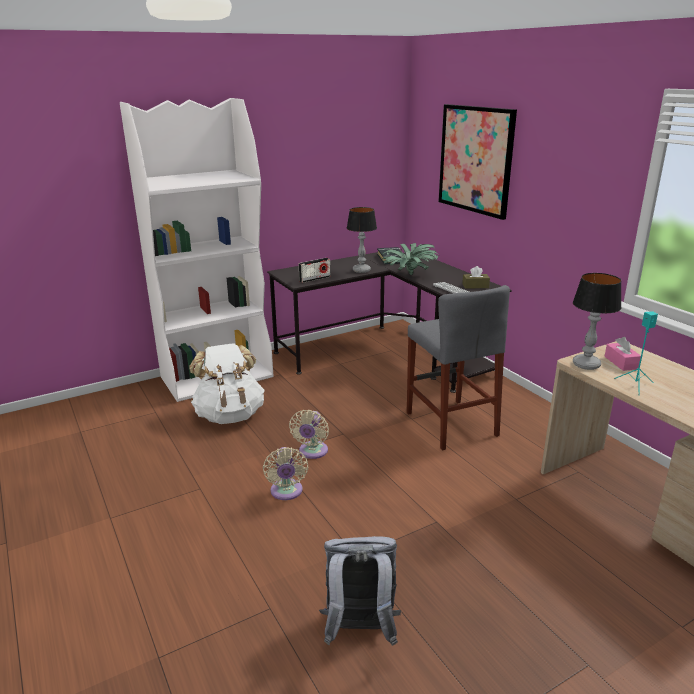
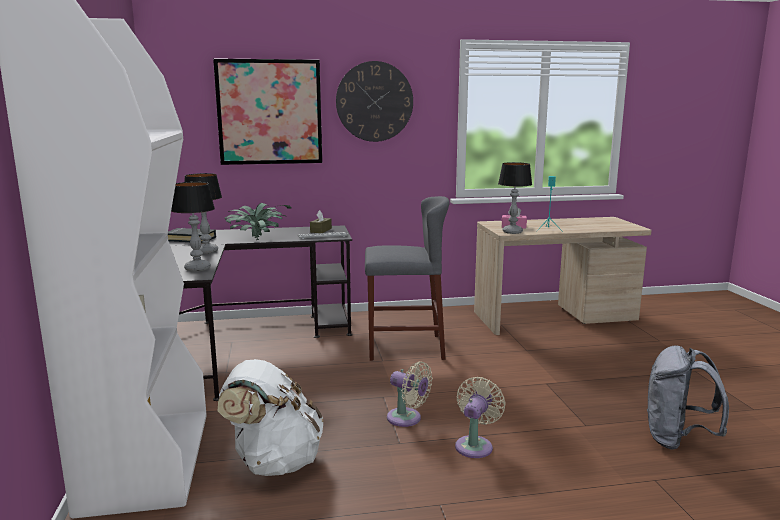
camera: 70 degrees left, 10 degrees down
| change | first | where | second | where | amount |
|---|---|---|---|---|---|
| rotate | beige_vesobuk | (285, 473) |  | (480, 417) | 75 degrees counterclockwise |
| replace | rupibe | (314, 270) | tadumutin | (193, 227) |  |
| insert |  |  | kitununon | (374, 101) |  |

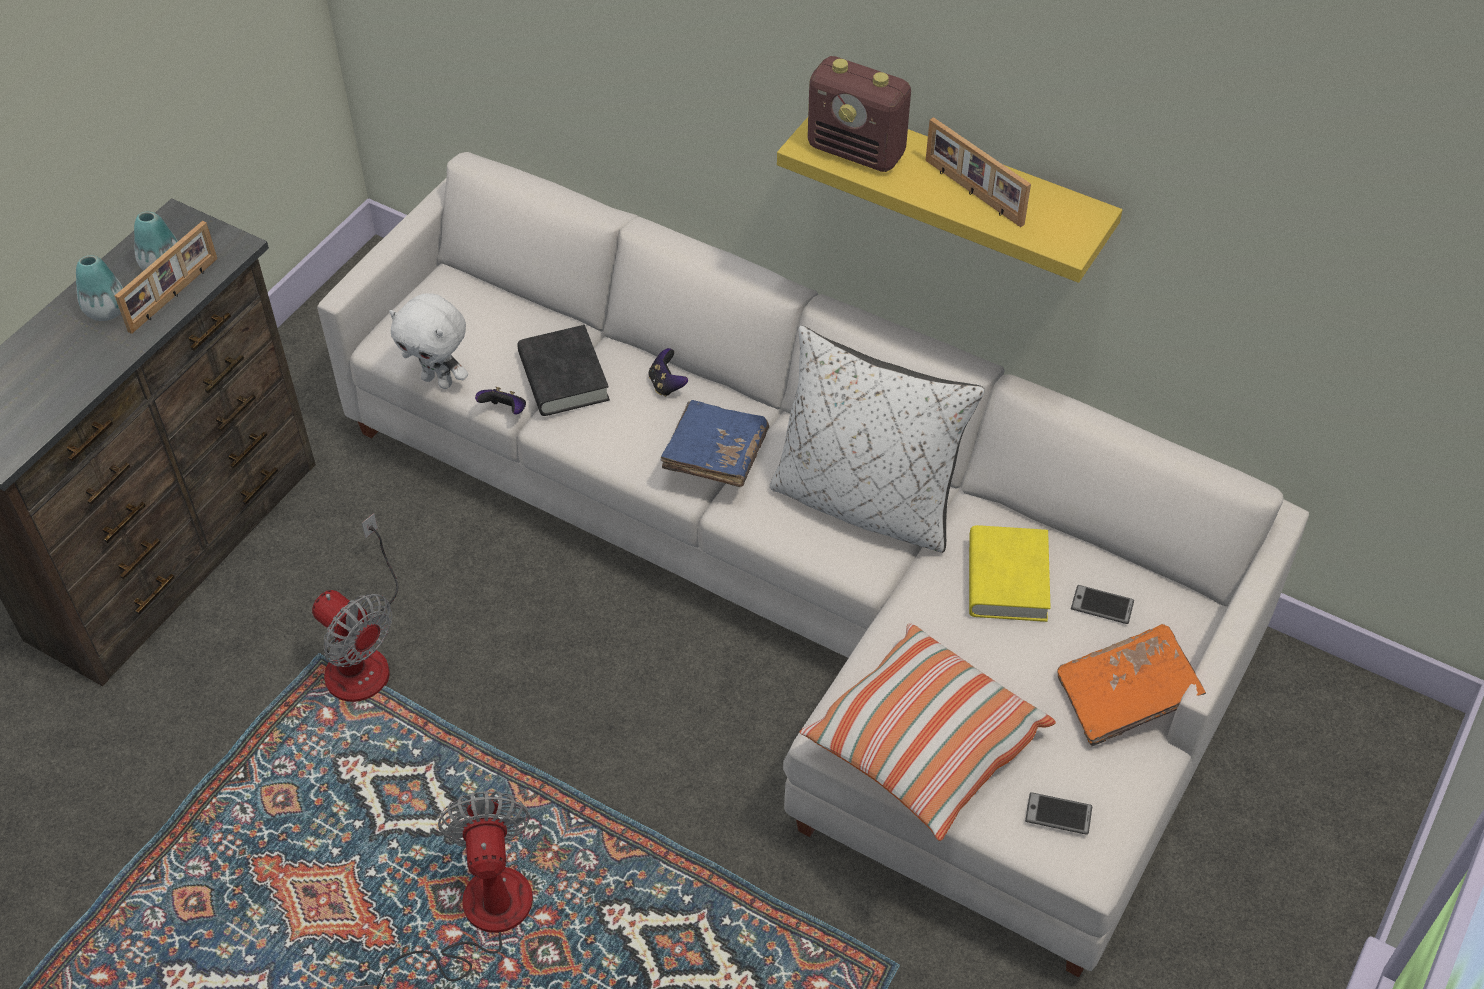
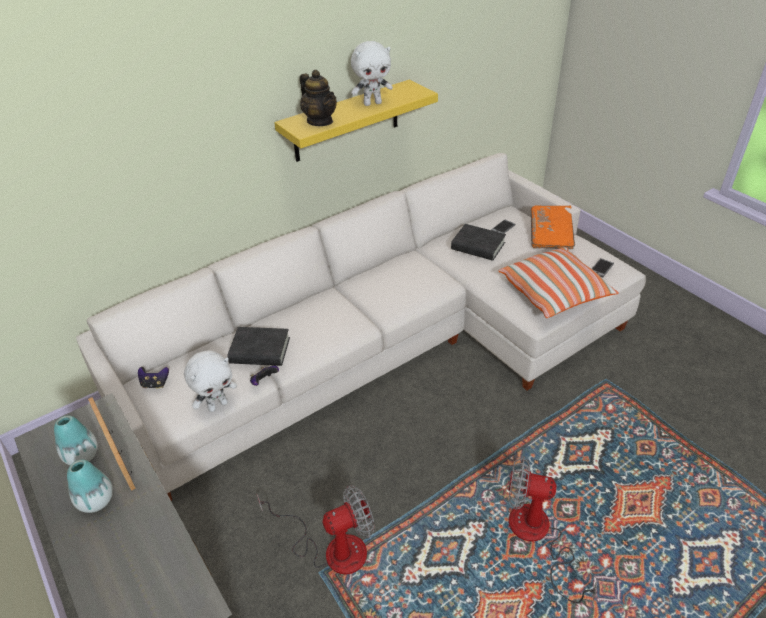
camera: 65 degrees left, 10 degrees down
| change | first | where | second | where | amount |
|---|---|---|---|---|---|
| move | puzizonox | (668, 372) |  | (153, 378) |  |
| delete | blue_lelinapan | (714, 443) |  |  |  |
| delete | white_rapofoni | (877, 439) |  |  |  |
| replace | rupibe | (859, 114) | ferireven | (318, 98) |  |
| replace | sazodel | (978, 172) | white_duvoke | (372, 73) |  |
| recolor | yellow_lelinapan | (1010, 573) | black_lelinapan | (478, 242) |  |

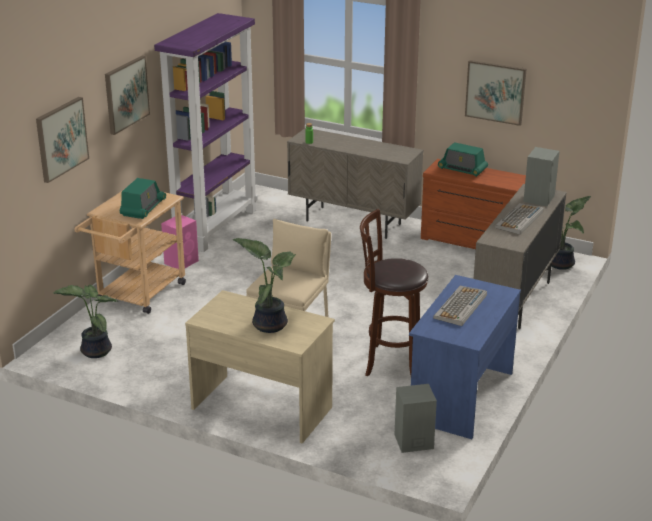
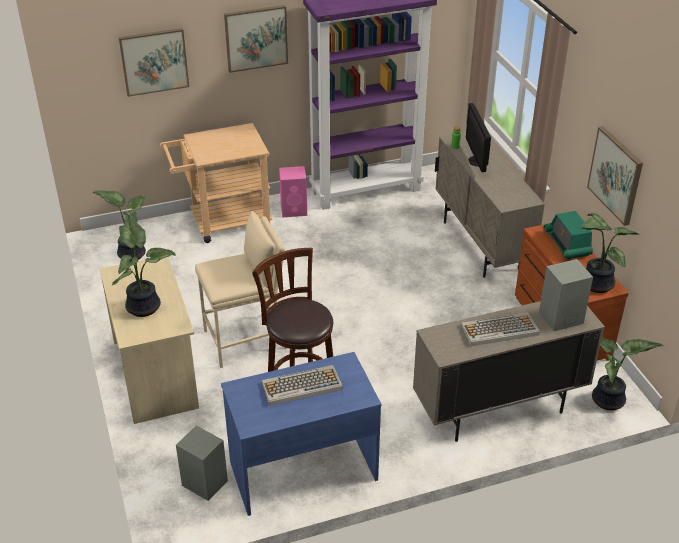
camera: 45 degrees right, 10 degrees up
| change | first | where | second | where | amount |
|---|---|---|---|---|---|
| delete | rupibe | (143, 198) |  |  |  |
| insert |  |  | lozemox | (478, 137) |  |
| insert |  |  | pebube | (610, 253) |  |

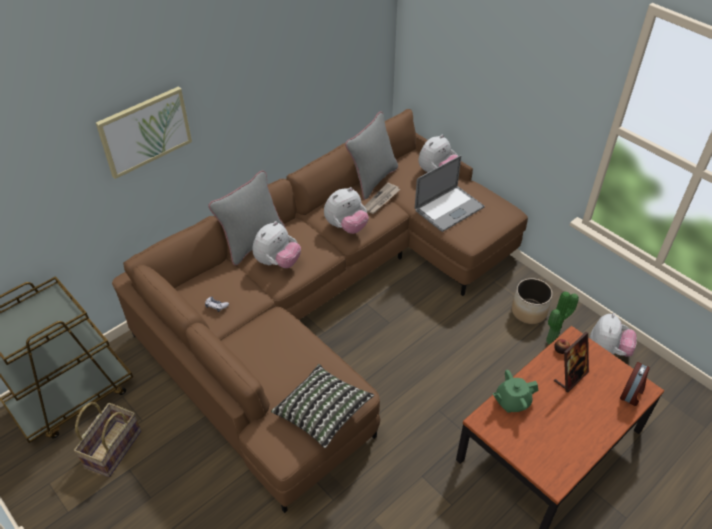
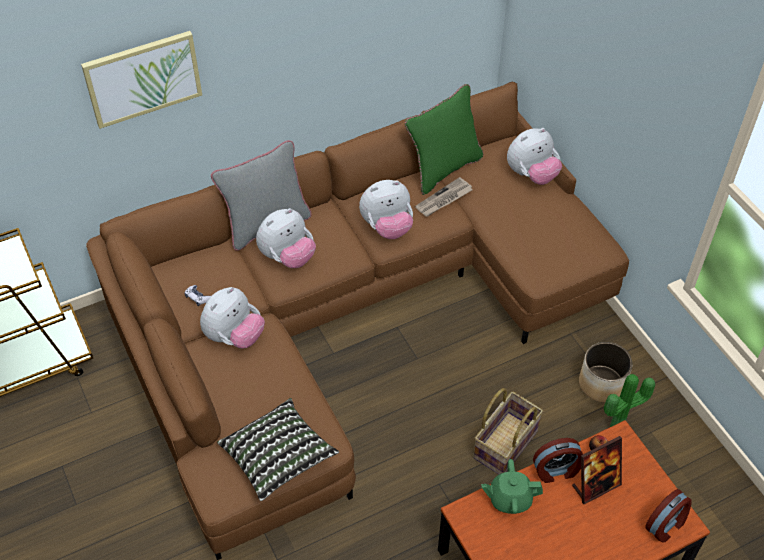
camera: 15 degrees right, 5 degrees up
| change | first | where | second | where | amount |
|---|---|---|---|---|---|
| move | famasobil | (107, 439) |  | (508, 431) |  |
| recolor | grey_rapofoni | (371, 156) | green_rapofoni | (444, 139) |  |
| delete | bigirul | (450, 193) |  |  |  |
| move | duvoke | (613, 335) |  | (232, 318) |  |
| insert |  |  | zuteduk | (558, 460) |  |

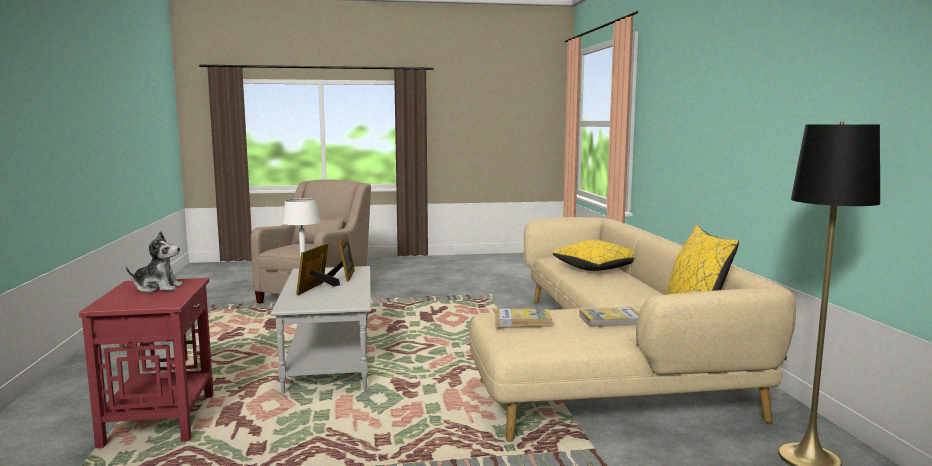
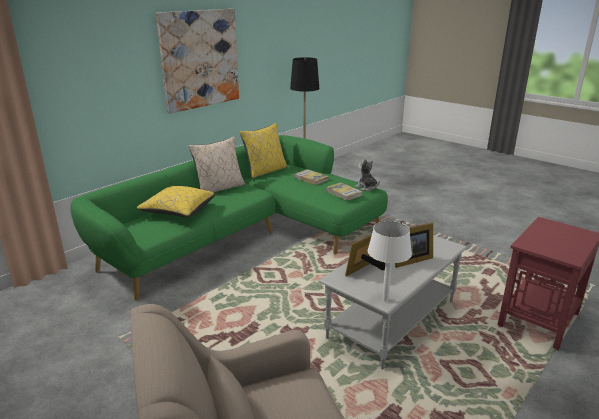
camera: 130 degrees left, 15 degrees up
| change | first | where | second | where | amount |
|---|---|---|---|---|---|
| move | duvoke | (154, 262) |  | (367, 175) |  |
| recolor | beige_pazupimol | (632, 329) | green_pazupimol | (229, 217) |  |
| insert |  |  | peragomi | (197, 61) |  |
| insert |  |  | beige_rapofoni | (216, 164) |  |

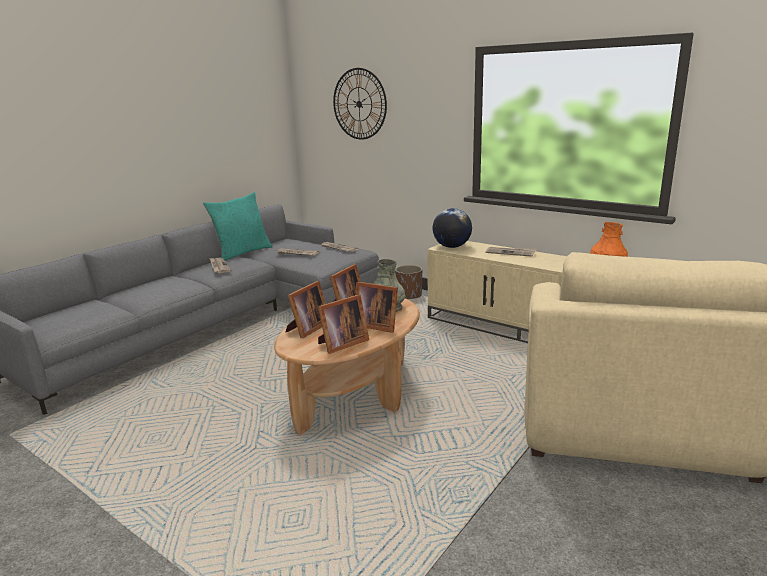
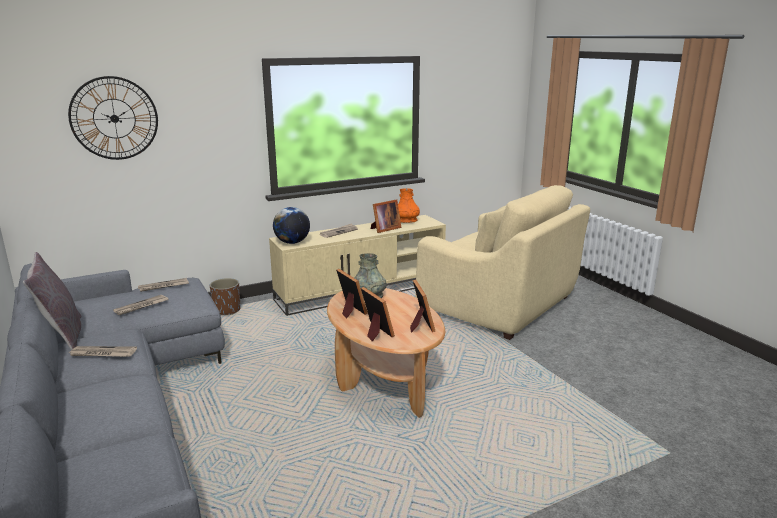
camera: 65 degrees left, 0 degrees up
| change | first | where | second | where | amount |
|---|---|---|---|---|---|
| recolor | turquoise_rapofoni | (237, 226) | grey_rapofoni | (52, 301) |  |
| move | sazodel | (376, 307) |  | (386, 216) |  |

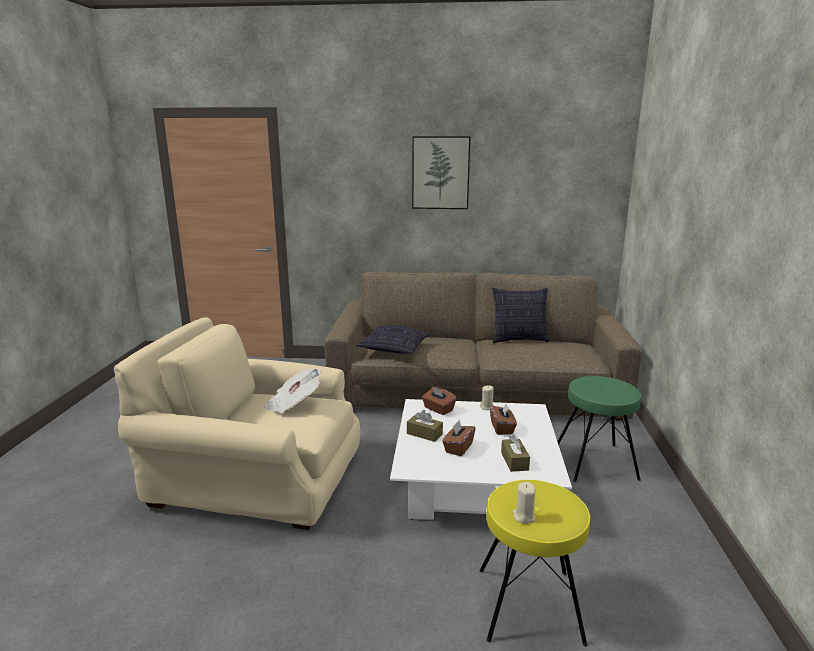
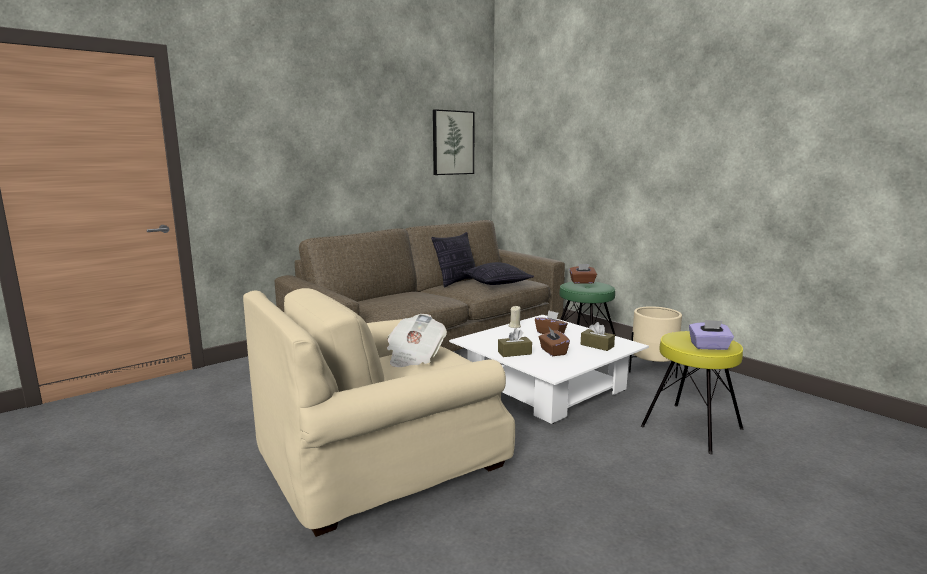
camera: 45 degrees left, 5 degrees down
| change | first | where | second | where | amount |
|---|---|---|---|---|---|
| move | rapofoni | (393, 339) |  | (498, 273) |  |
| move | peragomi | (441, 172) |  | (454, 142) |  |
| move | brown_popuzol | (439, 401) |  | (583, 274) |  |
| replace | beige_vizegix | (524, 503) | purple_popuzol | (711, 335) |  |
| insert |  |  | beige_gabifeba | (655, 342) |  |

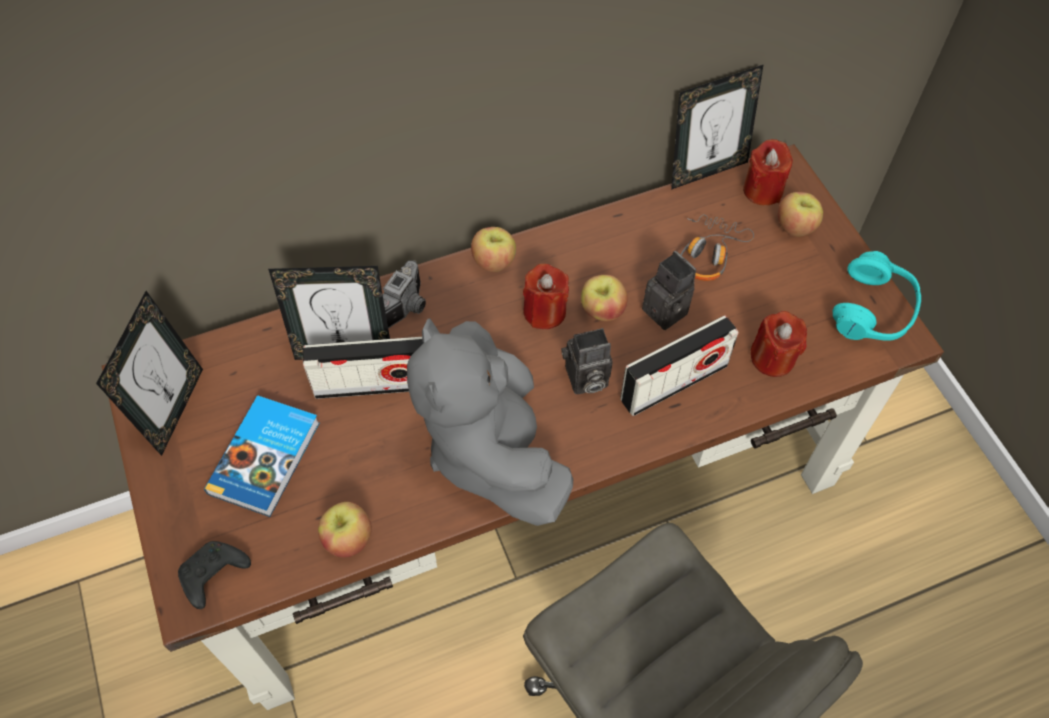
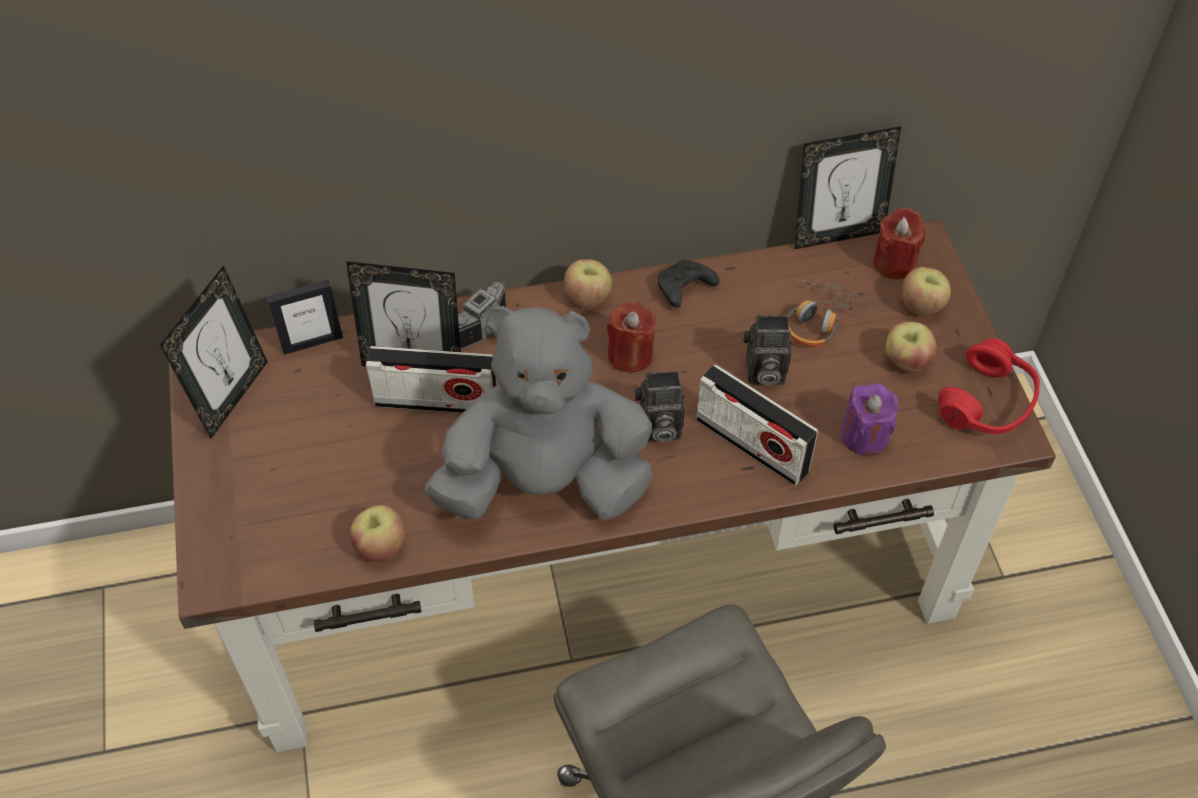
camera: 10 degrees right, 5 degrees down
| change | first | where | second | where | amount |
|---|---|---|---|---|---|
| move | black_puzizonox | (214, 575) |  | (688, 284) |  |
| delete | lelinapan | (262, 456) |  |  |  |
| rotate | grey_duvoke | (490, 422) |  | (539, 413) | 90 degrees clockwise |
| move | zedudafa | (604, 298) |  | (911, 347) |  |
| rotate | rupibe | (679, 366) |  | (757, 424) | 60 degrees clockwise |
| rotate | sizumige | (669, 290) |  | (767, 350) | 120 degrees clockwise |
| recolor | red_vizegix | (779, 344) | purple_vizegix | (869, 419) |  |
| recolor | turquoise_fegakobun | (876, 296) | red_fegakobun | (989, 386) |  |
| insert |  |  | sazodel | (305, 317) |  |

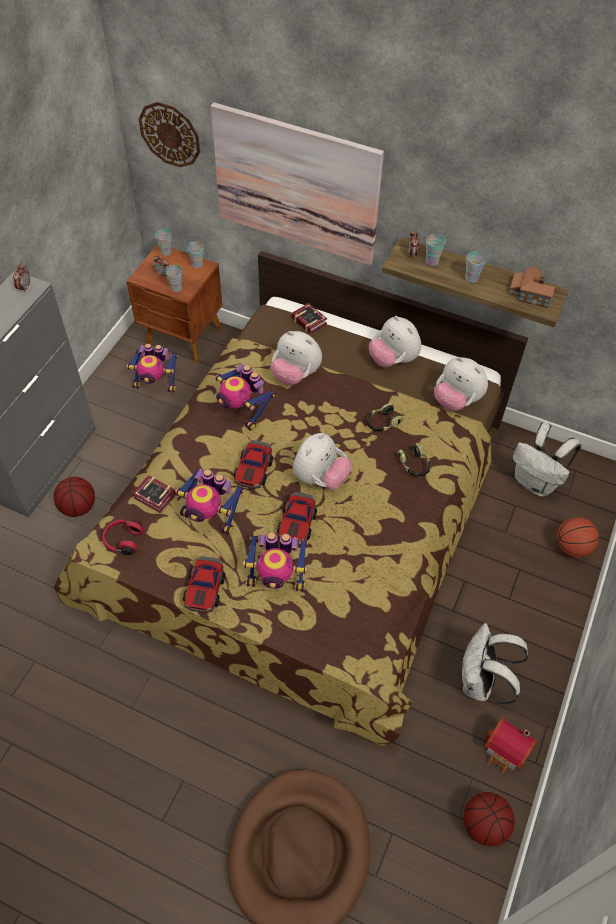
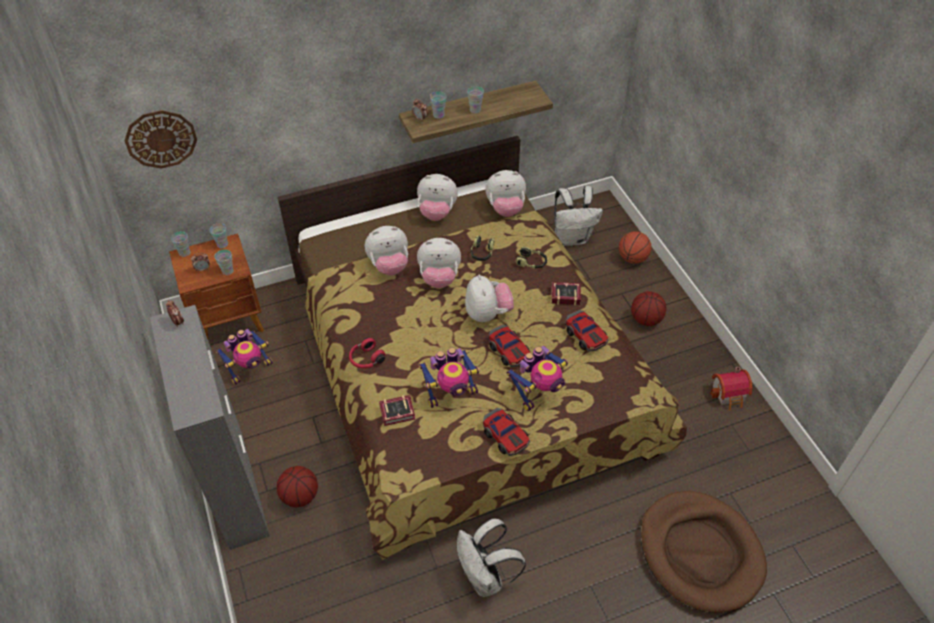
camera: 45 degrees left, 5 degrees down
| change | first | where | second | where | amount |
|---|---|---|---|---|---|
| move | red_fegakobun | (123, 537) |  | (367, 353) |  |
| delete | peragomi | (297, 184) |  |  |  |
| delete | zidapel | (246, 397) |  |  |  |
| move | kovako | (253, 464) |  | (587, 330) |  |
| move | lelinapan | (309, 318) |  | (566, 293) |  |
| move | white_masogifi | (495, 663) |  | (491, 557) |  |
| move | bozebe | (489, 819) |  | (648, 308) |  |
| delete | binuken | (532, 286) |  |  |  |
| insert |  |  | duvoke | (439, 263) |  |

